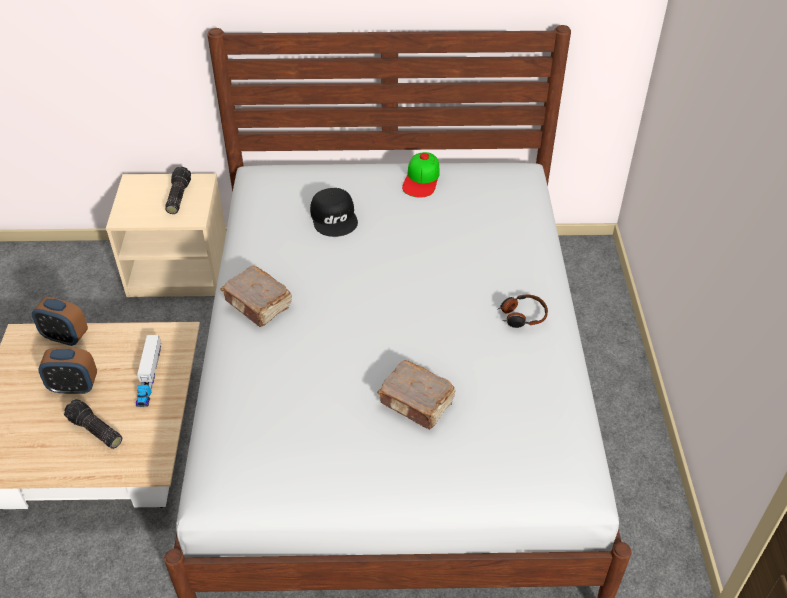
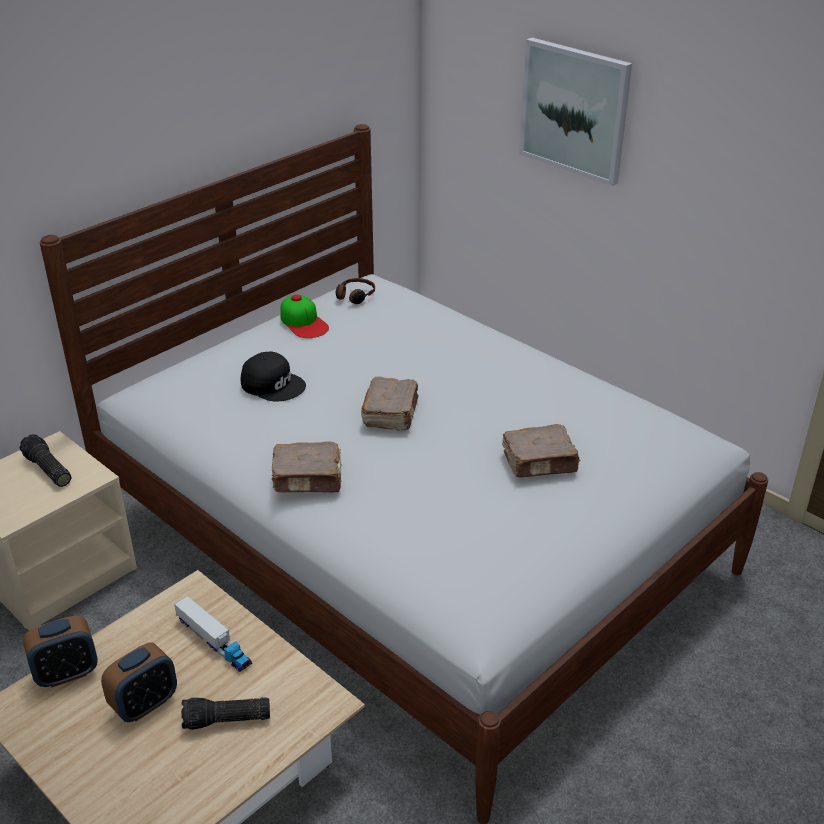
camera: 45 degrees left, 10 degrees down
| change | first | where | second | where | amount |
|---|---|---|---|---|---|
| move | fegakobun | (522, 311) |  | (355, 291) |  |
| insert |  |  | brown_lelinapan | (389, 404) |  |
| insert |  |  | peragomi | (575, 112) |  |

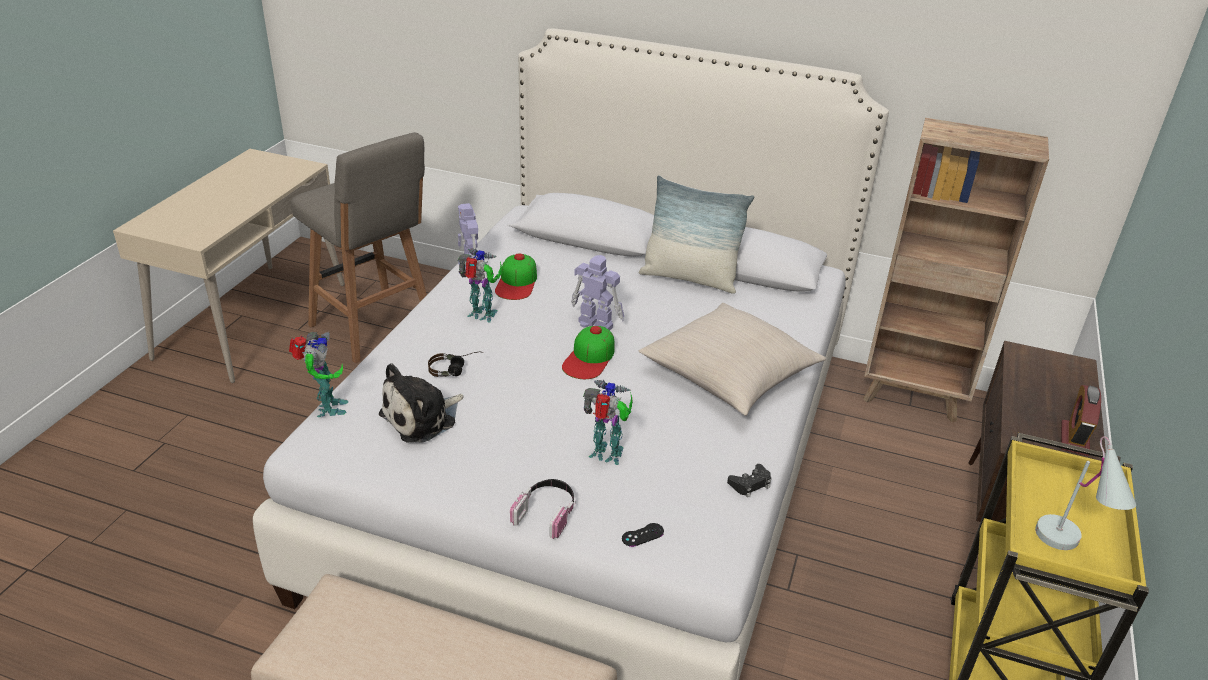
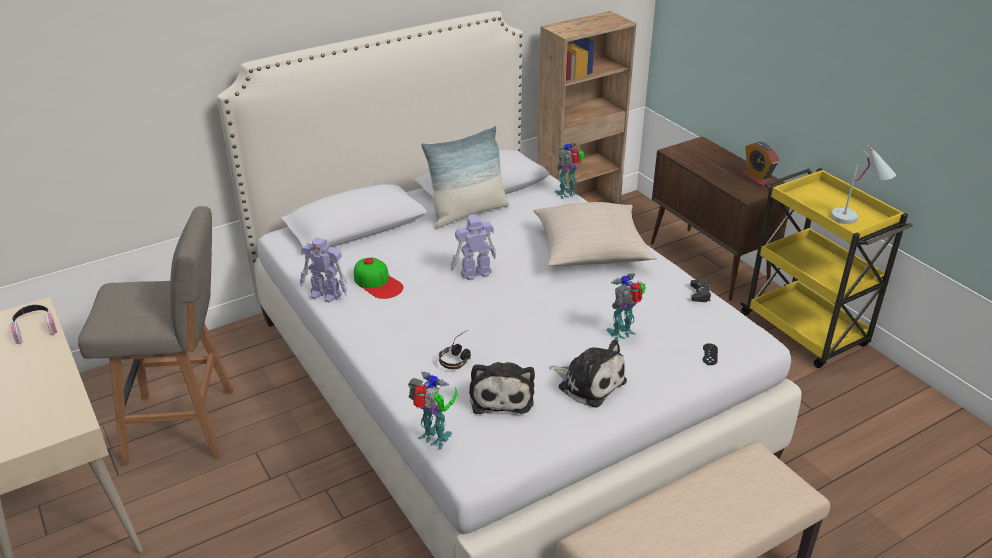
camera: 50 degrees left, 0 degrees up
| change | first | where | second | where | amount |
|---|---|---|---|---|---|
| move | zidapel | (480, 285) |  | (570, 170) |  |
| move | fegakobun | (542, 509) |  | (33, 324) |  |
| delete | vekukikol | (588, 352) |  |  |  |
| insert |  |  | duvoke | (588, 374) |  |

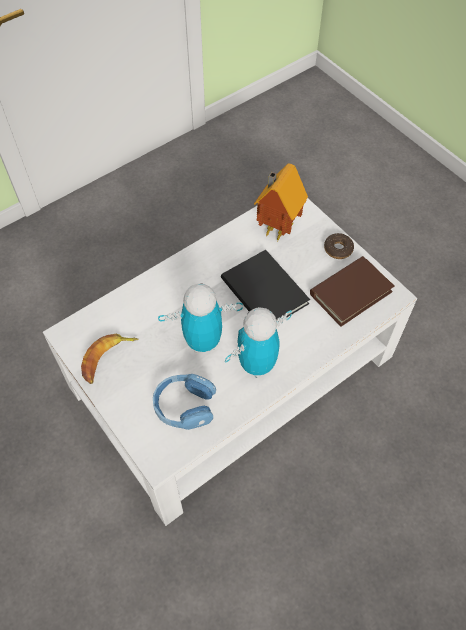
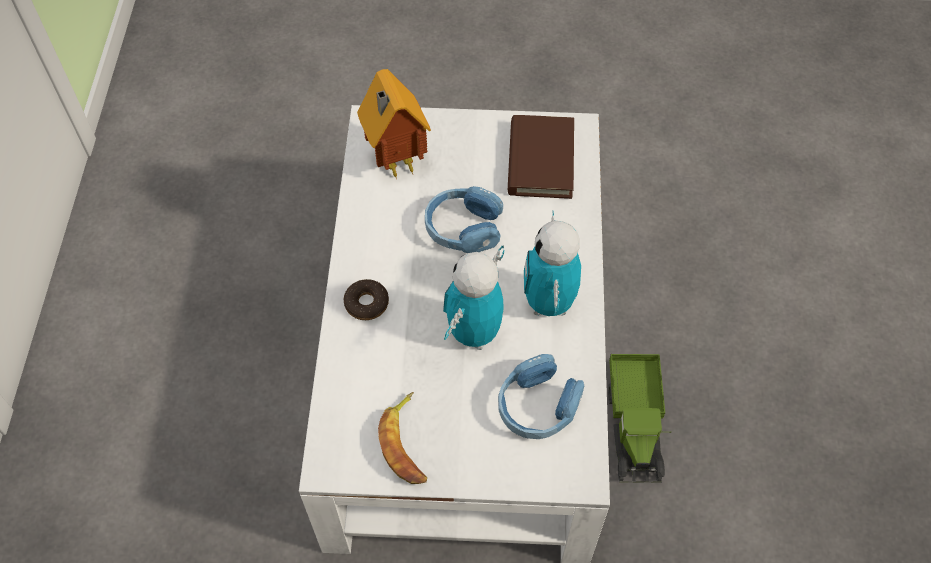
camera: 50 degrees left, 0 degrees up
| change | first | where | second | where | amount |
|---|---|---|---|---|---|
| replace | black_lelinapan | (265, 285) | blue_fegakobun | (464, 219) |  |
| move | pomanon | (339, 246) |  | (366, 299) |  |
| insert |  |  | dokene | (639, 418) |  |

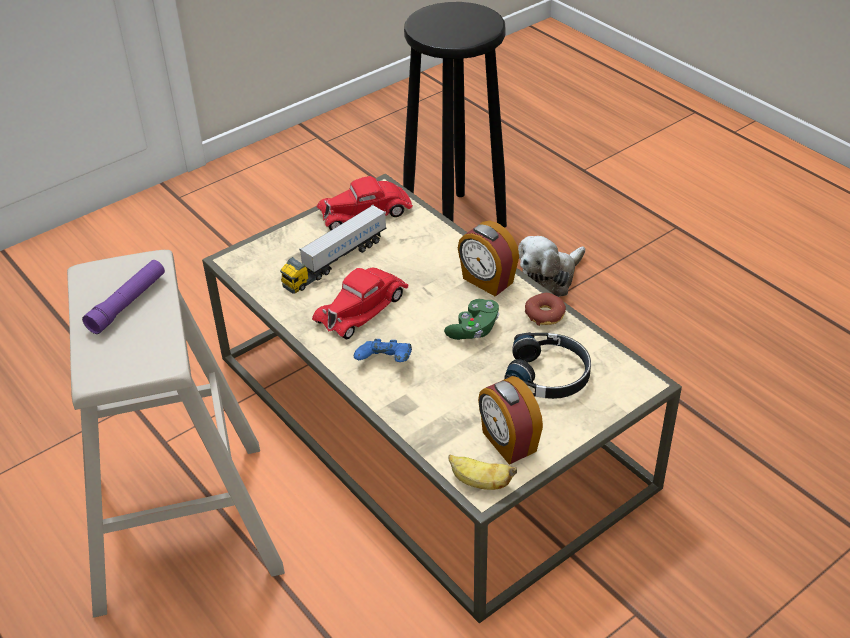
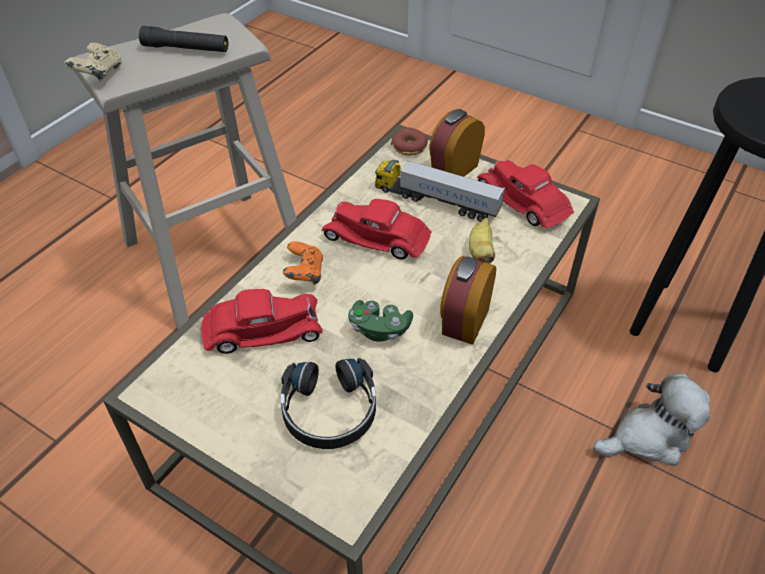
camera: 70 degrees right, 5 degrees up
| change | first | where | second | where | amount |
|---|---|---|---|---|---|
| recolor | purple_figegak | (123, 297) | black_figegak | (183, 39) |  |
| recolor | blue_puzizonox | (383, 350) | orange_puzizonox | (303, 263) |  |
| move | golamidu | (483, 472) |  | (482, 241) |  |
| move | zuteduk | (510, 420) |  | (457, 143) |  |
| rotate | duvoke | (551, 266) |  | (652, 419) | 135 degrees clockwise |
| move | pomanon | (545, 309) |  | (409, 142) |  |
| insert |  |  | beige_puzizonox | (93, 62) |  |
| insert |  |  | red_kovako | (262, 321) |  |

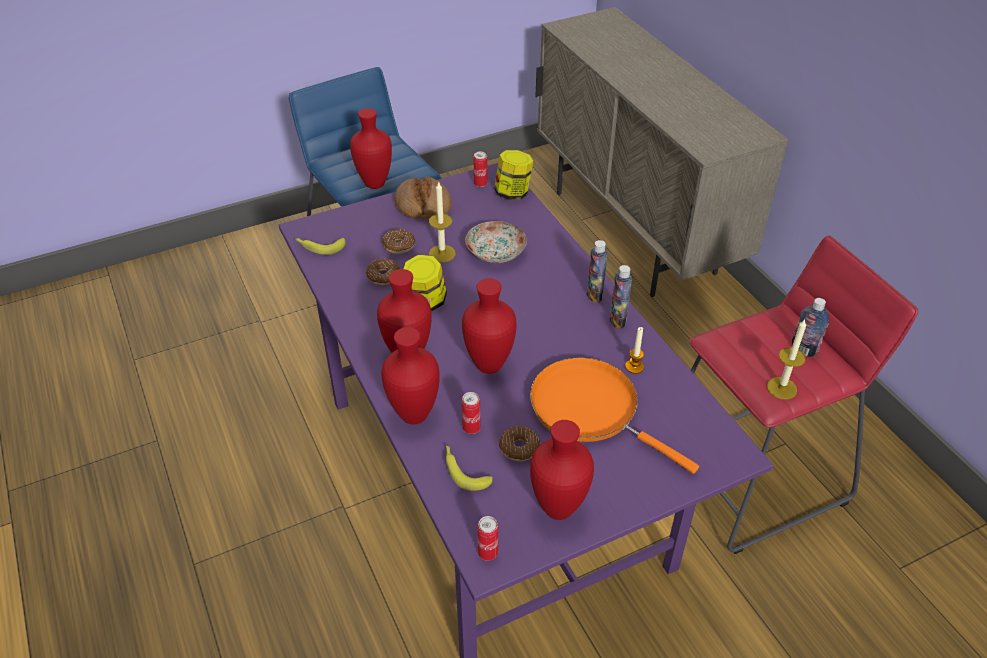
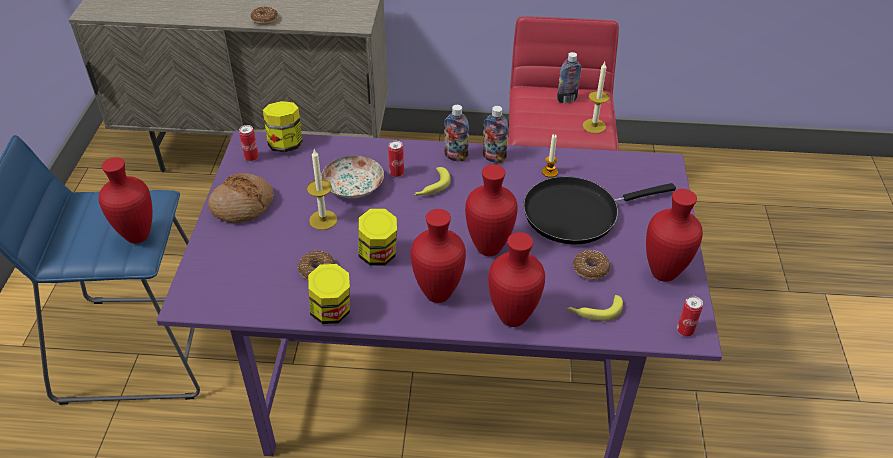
camera: 60 degrees left, 0 degrees up
| change | first | where | second | where | amount |
|---|---|---|---|---|---|
| move | golamidu | (320, 246) |  | (433, 181) |  |
| move | pomanon | (398, 241) |  | (264, 15) |  |
| move | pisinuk | (471, 413) |  | (396, 158) |  |
| recolor | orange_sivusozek | (614, 415) | black_sivusozek | (599, 210) |  |
| insert |  |  | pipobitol | (329, 294) |  |

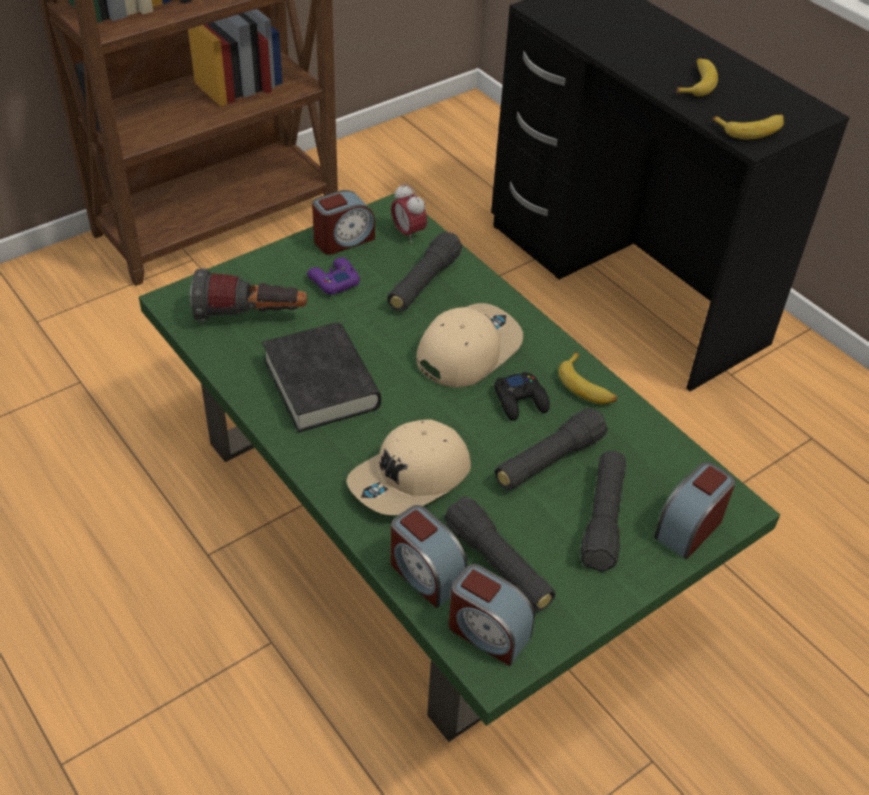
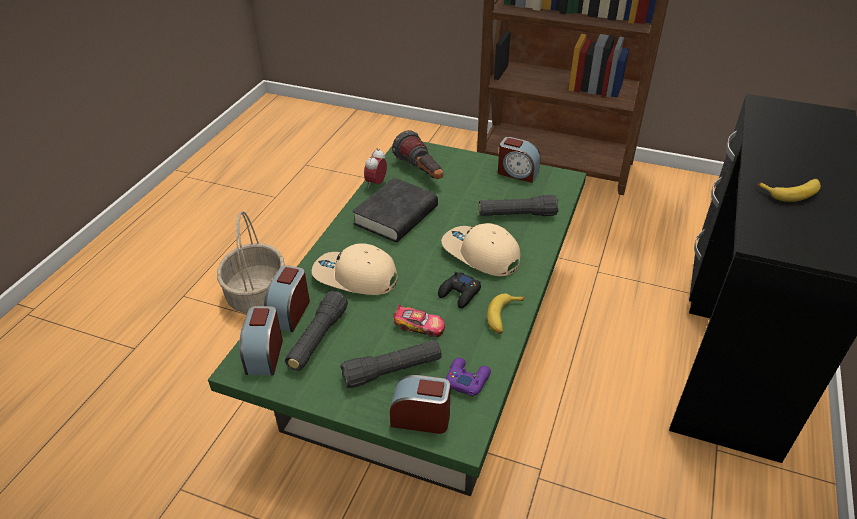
camera: 60 degrees right, 5 degrees down
| change | first | where | second | where | amount |
|---|---|---|---|---|---|
| move | purple_puzizonox | (333, 276) |  | (468, 377) |  |
| move | zuteduk | (409, 213) |  | (375, 168) |  |
| rotate | beige_vekukikol | (469, 345) |  | (480, 249) | 150 degrees counterclockwise |
| replace | black_figegak | (551, 449) | kovako | (419, 320) |  |
| delete | golamidu | (748, 127) |  |  |  |
| insert |  |  | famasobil | (251, 262) |  |

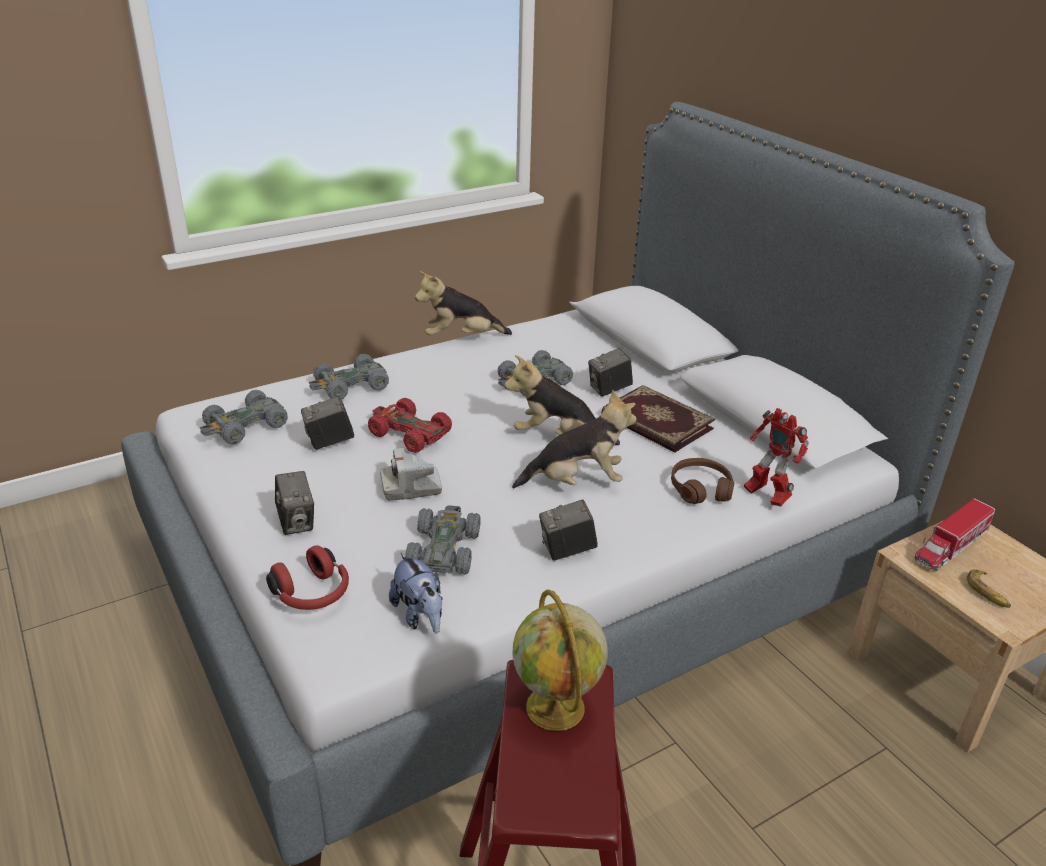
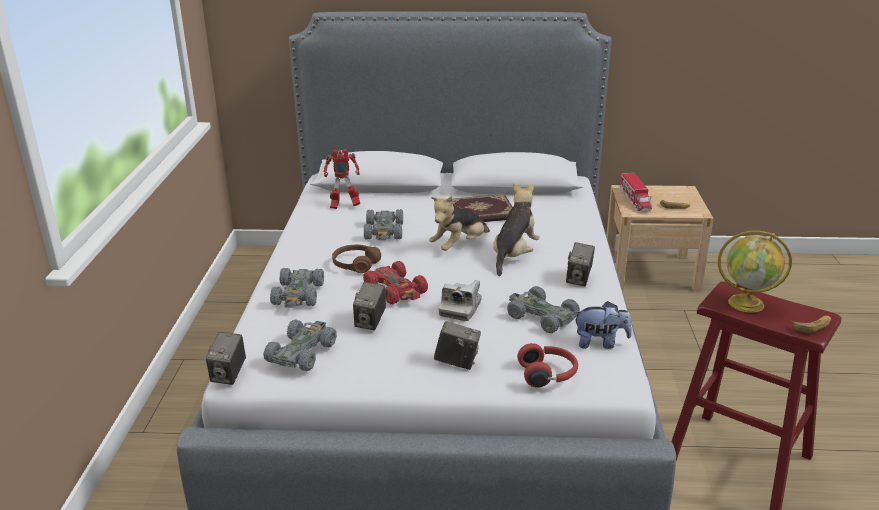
camera: 55 degrees left, 5 degrees down
| change | first | where | second | where | amount |
|---|---|---|---|---|---|
| rotate | grey_kovako | (244, 417) |  | (300, 345) | 150 degrees counterclockwise |
| rotate | red_kovako | (410, 425) |  | (395, 282) | 105 degrees counterclockwise |
| delete | duvoke | (463, 303) |  |  |  |
| move | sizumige | (610, 372) |  | (226, 358) |  |
| move | brown_fegakobun | (702, 481) |  | (356, 259) |  |
| move | zidapel | (776, 457) |  | (342, 179) |  |
| insert |  |  | golamidu | (810, 324) |  |

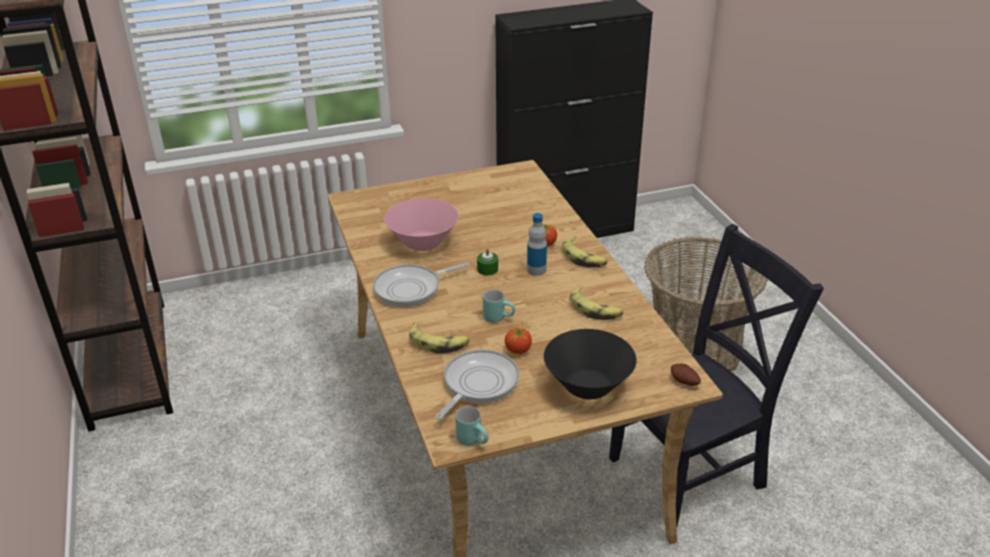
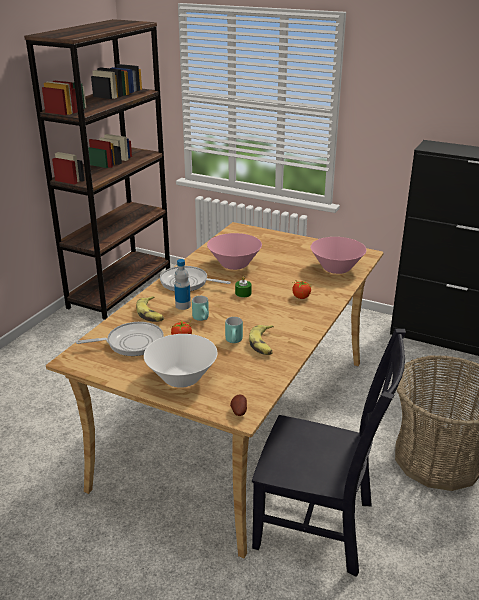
camera: 45 degrees right, 5 degrees down
| change | first | where | second | where | amount |
|---|---|---|---|---|---|
| move | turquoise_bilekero | (472, 426) |  | (234, 330) |  |
| move | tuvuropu | (537, 244) |  | (182, 284) |  |
| recolor | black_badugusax | (590, 364) | white_badugusax | (181, 361) |  |
| delete | golamidu | (585, 252) |  |  |  |
| insert |  |  | pink_badugusax | (338, 255) |  |

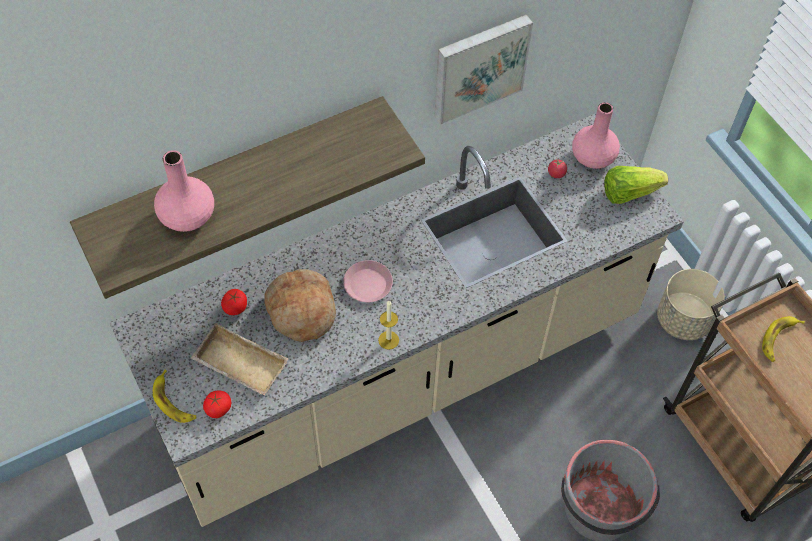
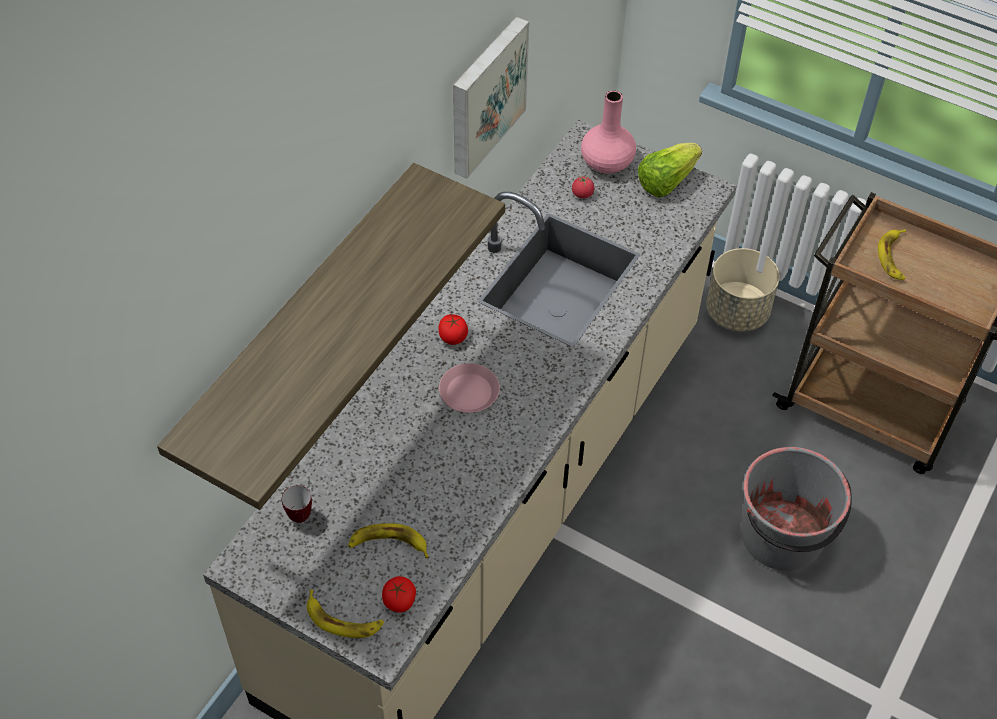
camera: 30 degrees left, 5 degrees down
| change | first | where | second | where | amount |
|---|---|---|---|---|---|
| delete | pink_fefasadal | (184, 191) |  |  |  |
| replace | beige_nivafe | (239, 359) | golamidu | (388, 540) |  |
| move | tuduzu | (234, 302) |  | (453, 329) |  |
| delete | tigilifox | (300, 305) |  |  |  |
| delete | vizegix | (388, 325) |  |  |  |
| insert |  |  | bilekero | (297, 504) |  |

